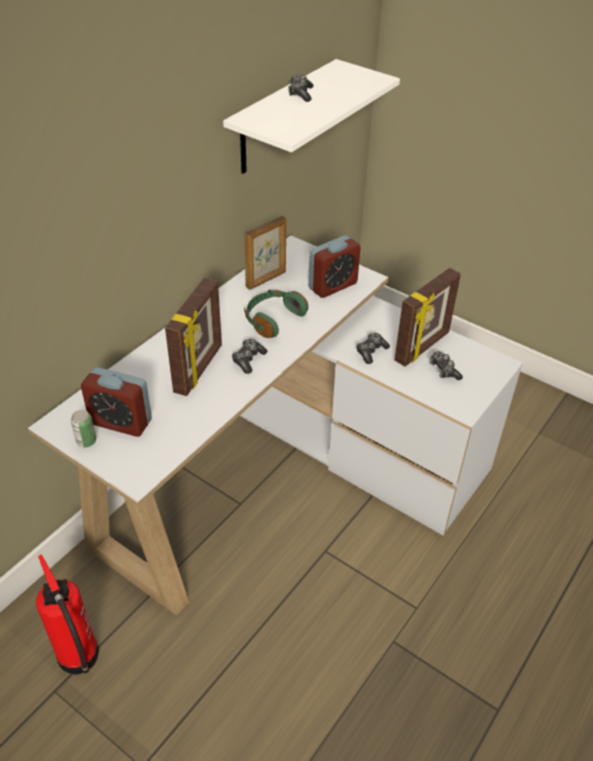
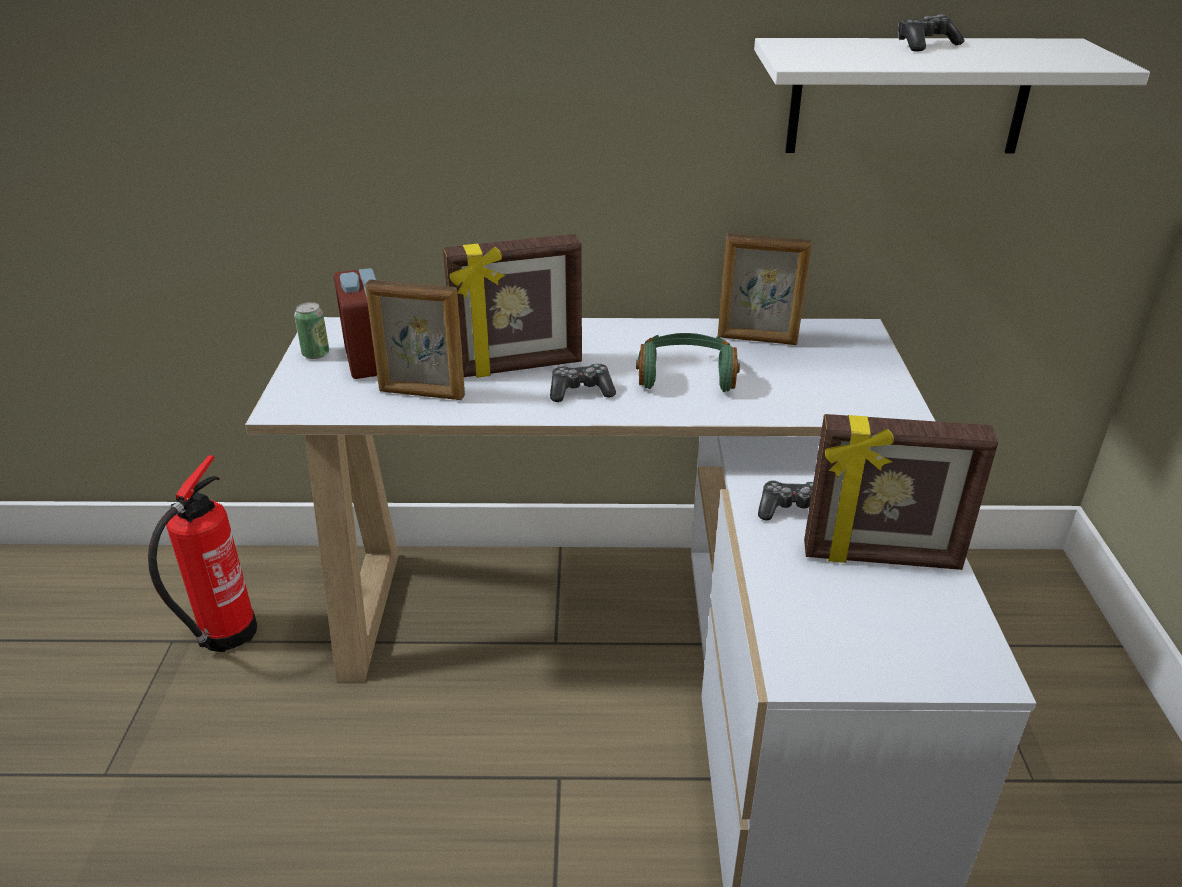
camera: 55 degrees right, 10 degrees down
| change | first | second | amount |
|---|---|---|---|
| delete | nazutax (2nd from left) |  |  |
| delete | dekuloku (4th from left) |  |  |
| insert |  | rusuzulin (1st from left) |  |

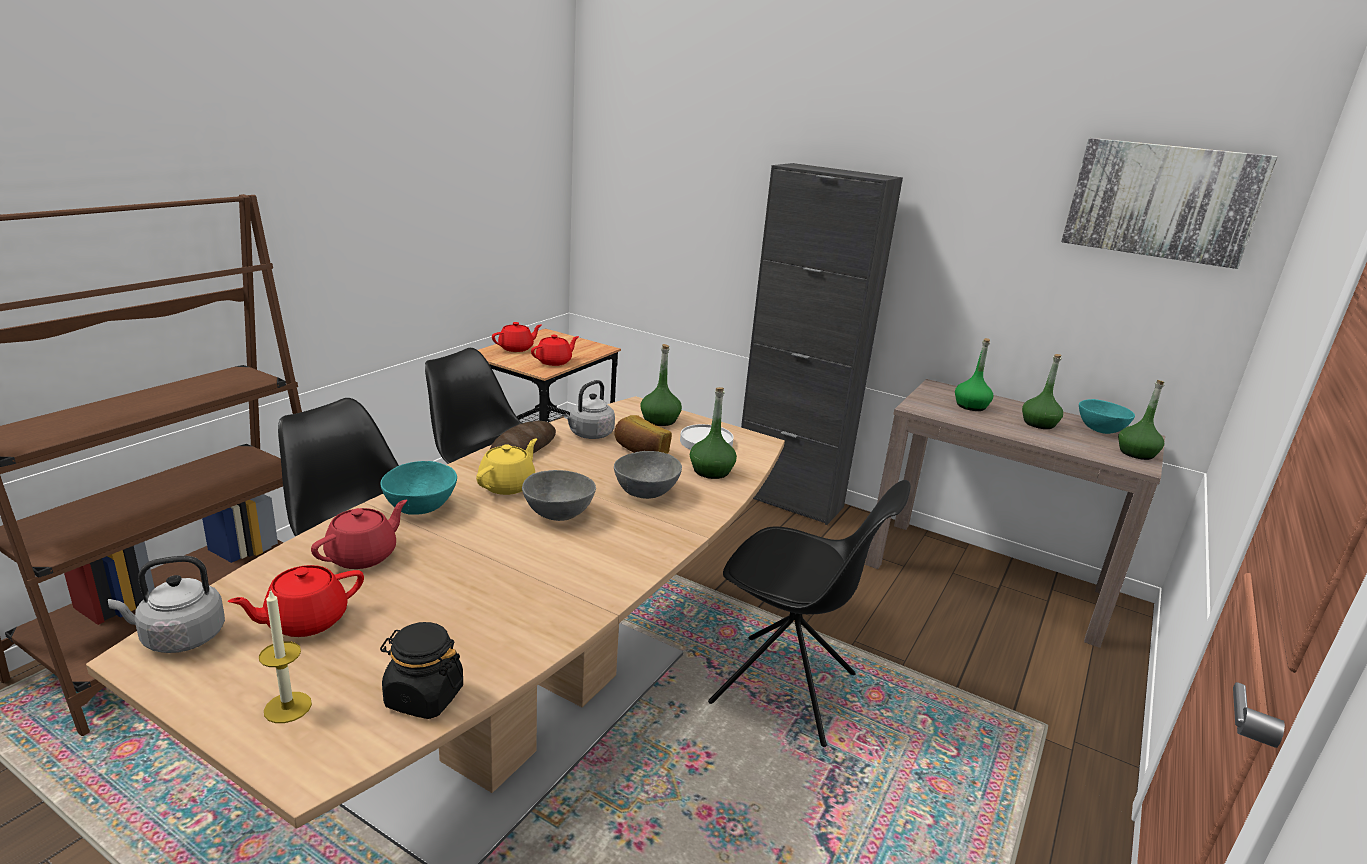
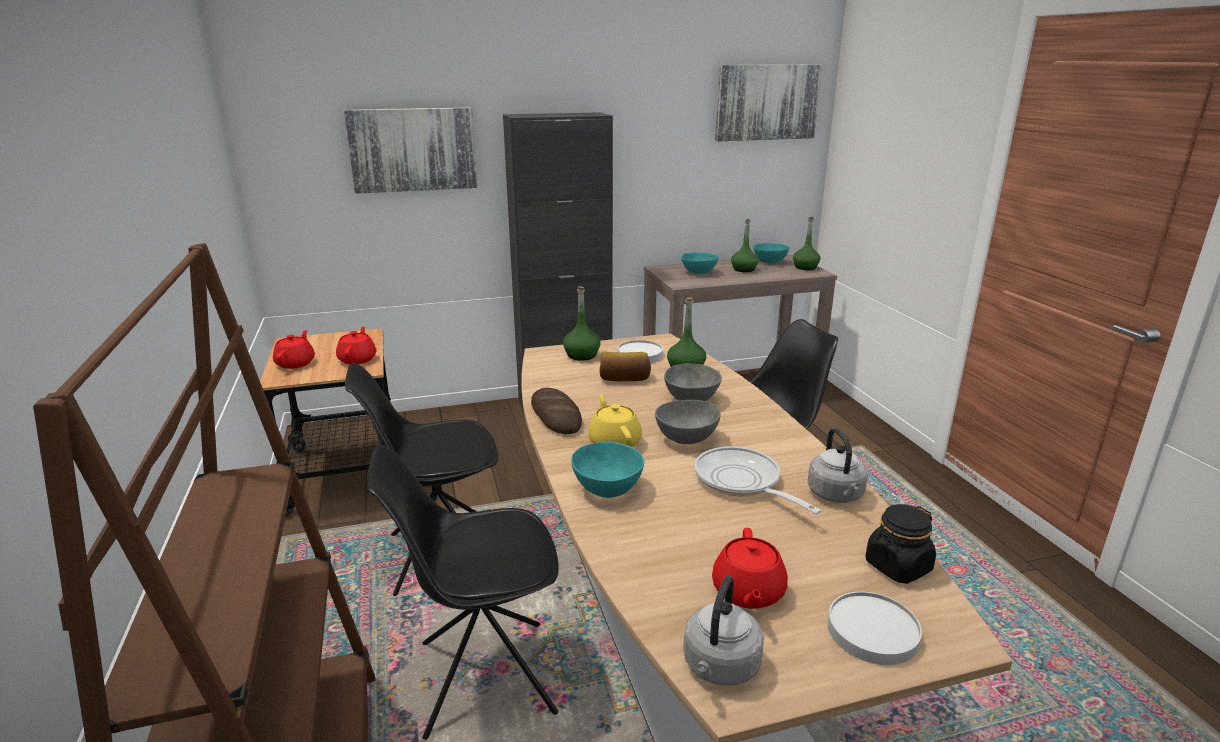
camera: 45 degrees left, 0 degrees up
| change | first | second | amount |
|---|---|---|---|
| replace | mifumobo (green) (3rd from left) | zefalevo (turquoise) (2nd from left) |  |
| move | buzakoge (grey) (2nd from left) |  |  |
| delete | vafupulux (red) (2nd from left) |  |  |
| replace | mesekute | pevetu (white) (2nd from left) |  |
| insert |  | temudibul (1st from left) |  |
| insert |  | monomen |  |

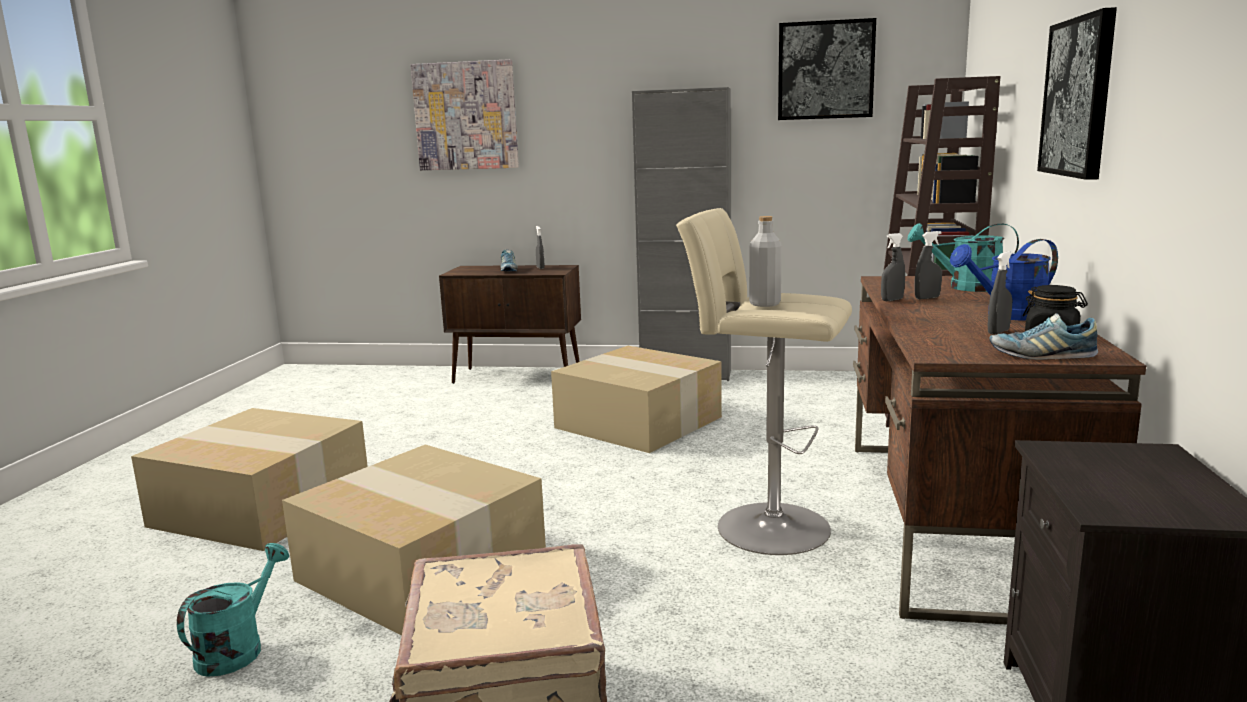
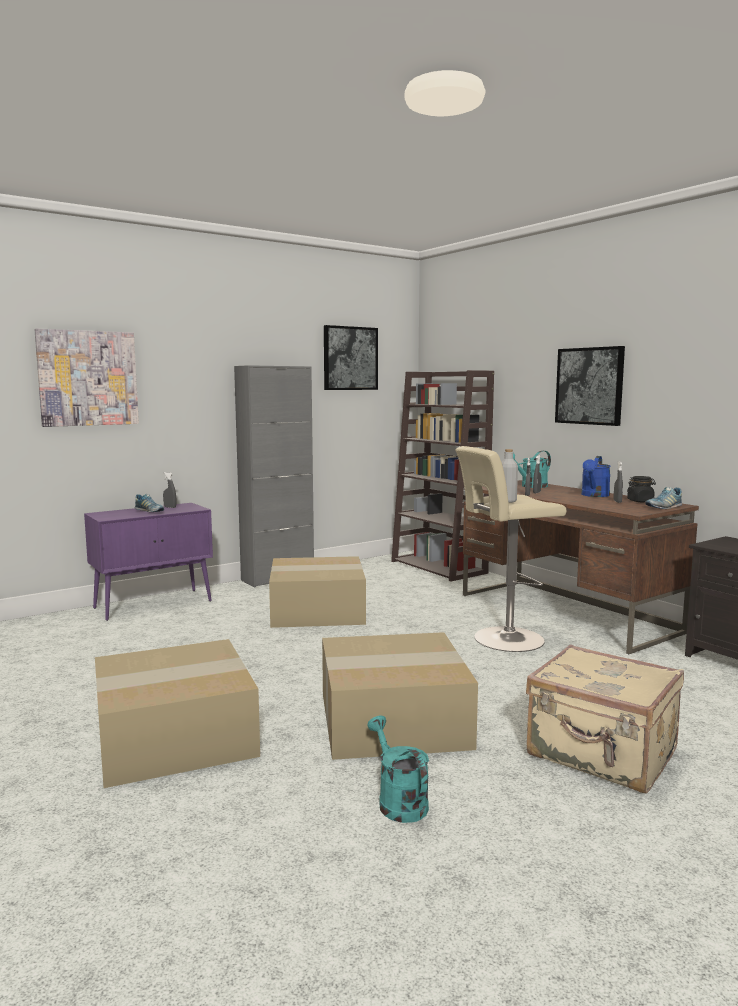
camera: 45 degrees left, 5 degrees down
| change | first | second | amount |
|---|---|---|---|
| recolor | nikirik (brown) | nikirik (purple) |  |

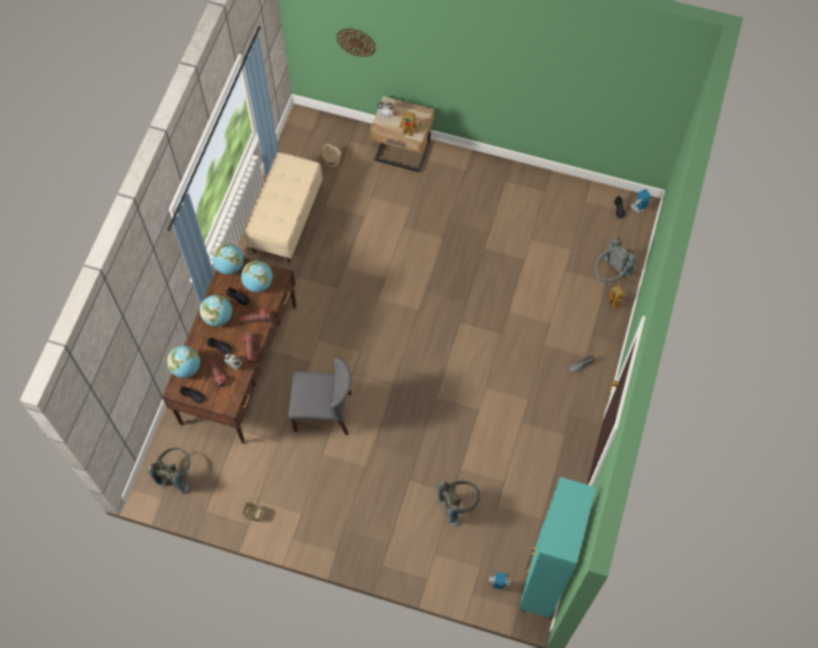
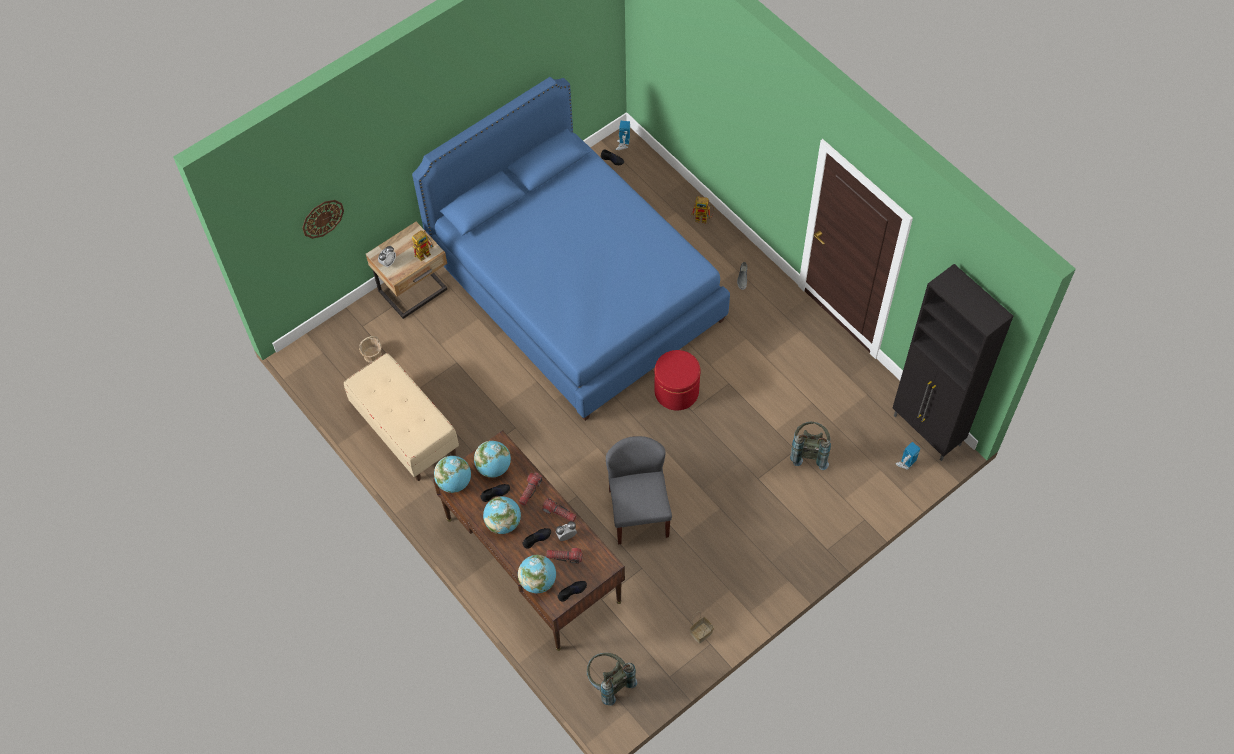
camera: 55 degrees left, 5 degrees down
| change | first | second | amount |
|---|---|---|---|
| delete | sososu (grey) (3rd from left) |  |  |
| rotate | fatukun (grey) |  | 45 degrees counterclockwise |
| recolor | nikirik (turquoise) | nikirik (black) |  |
| insert |  | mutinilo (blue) |  |
| insert |  | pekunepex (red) |  |

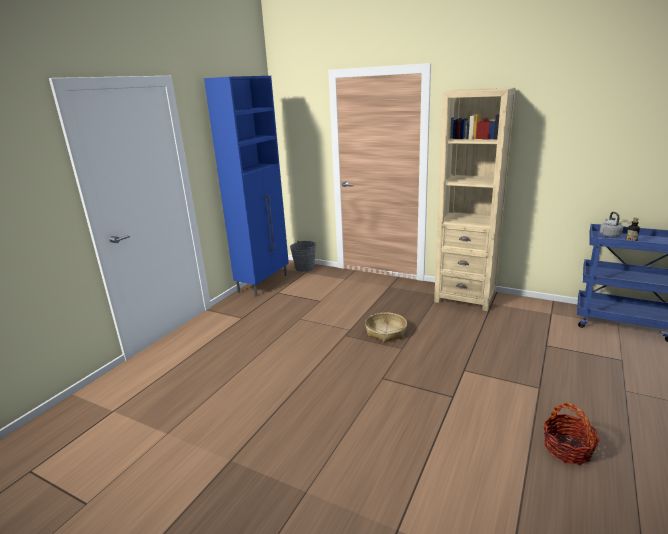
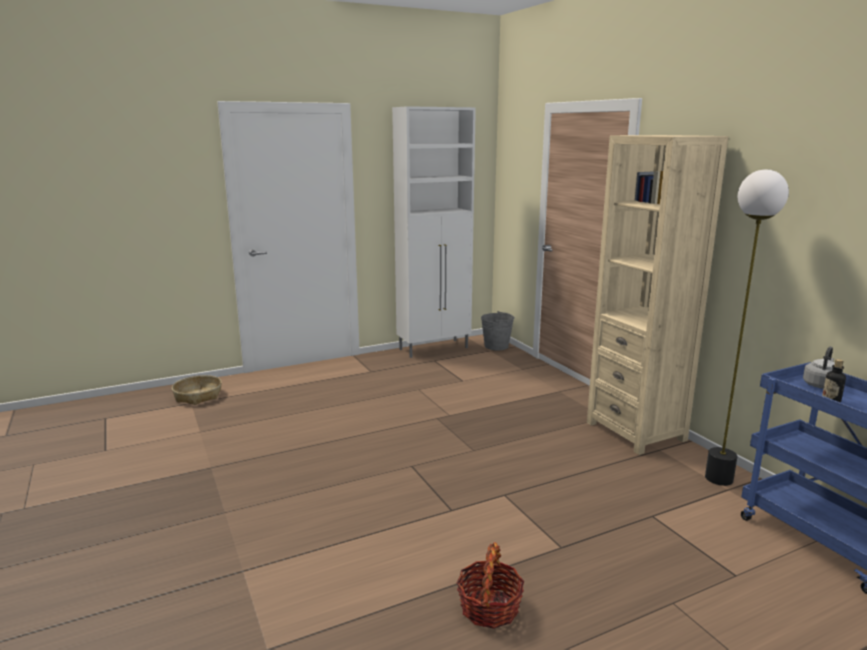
camera: 35 degrees right, 5 degrees down
| change | first | second | amount |
|---|---|---|---|
| recolor | nikirik (blue) | nikirik (white) |  |
| move | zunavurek (1st from left) |  |  |
| insert |  | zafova |  |

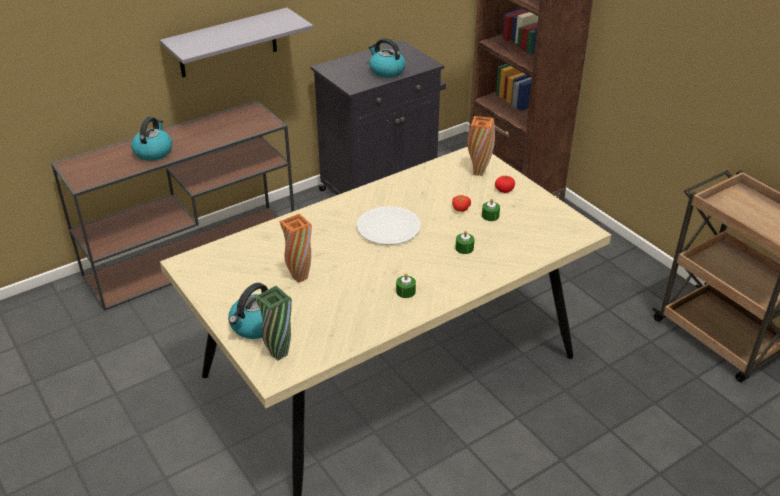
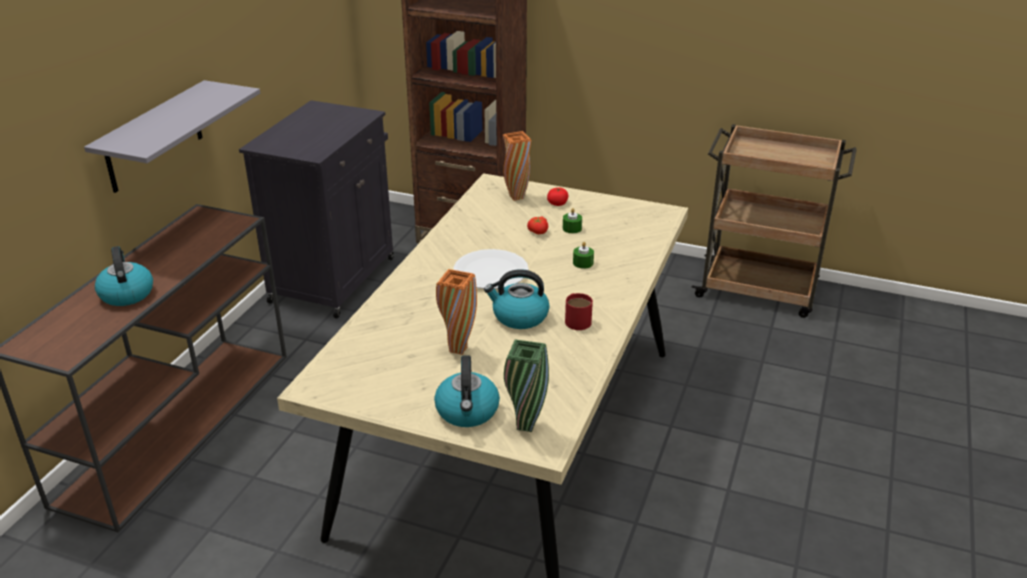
camera: 35 degrees left, 5 degrees down
| change | first | second | amount |
|---|---|---|---|
| move | buzakoge (3rd from left) |  |  |
| replace | mesekute (green) (1st from left) | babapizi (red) |  |

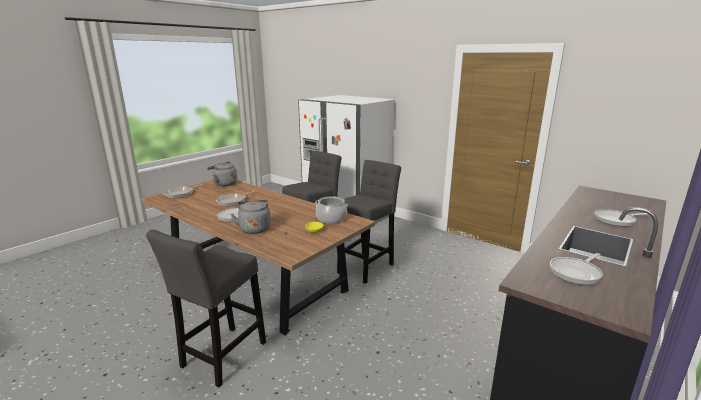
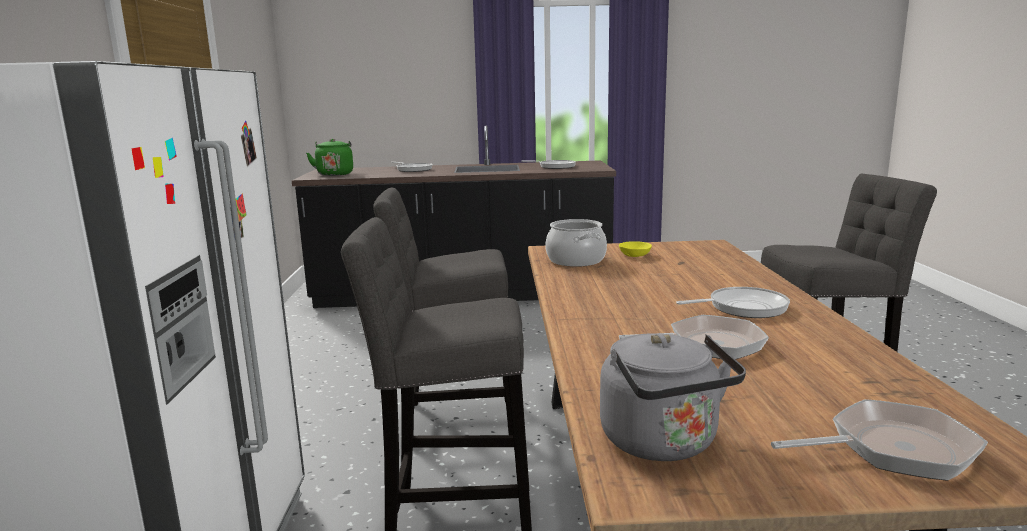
camera: 130 degrees left, 5 degrees down
| change | first | second | amount |
|---|---|---|---|
| delete | buzakoge (grey) (2nd from left) |  |  |
| insert |  | buzakoge (green) |  |

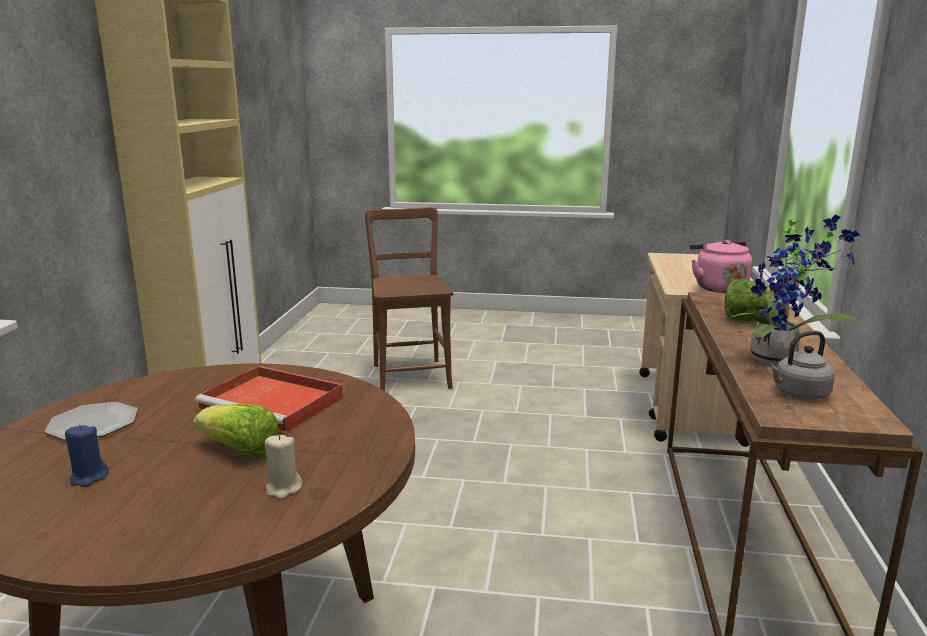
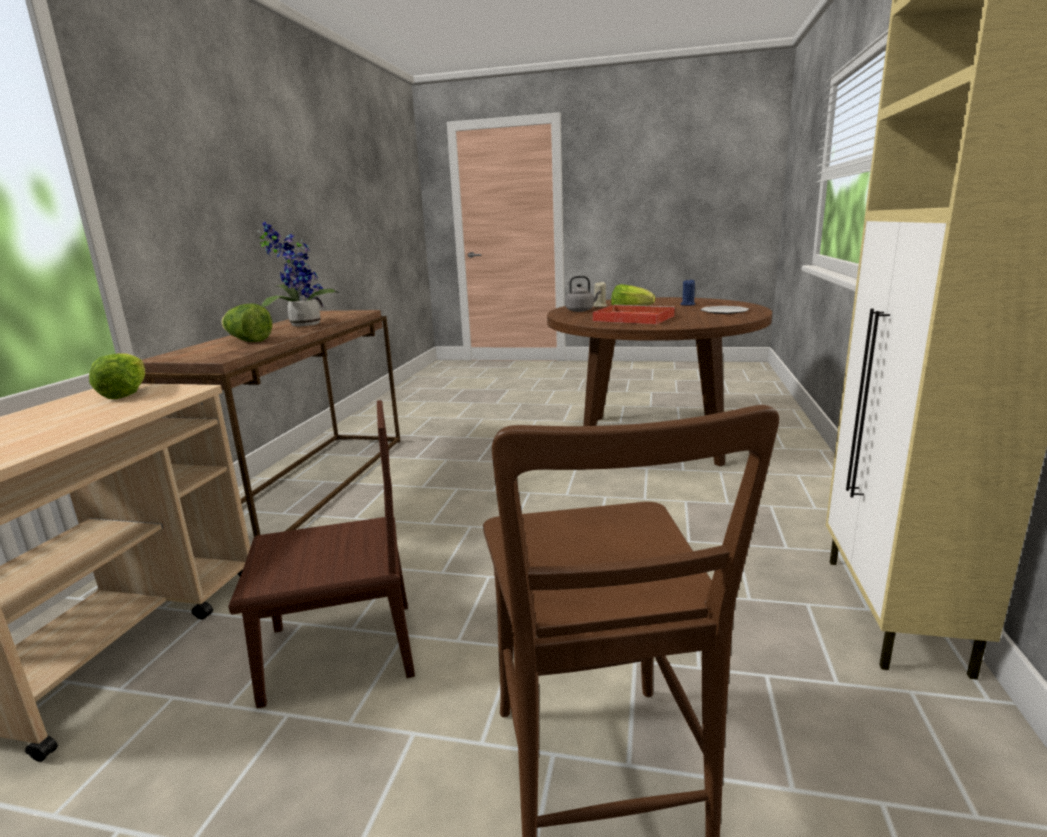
camera: 175 degrees left, 0 degrees up
| change | first | second | amount |
|---|---|---|---|
| replace | buzakoge (pink) | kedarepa (1st from left) |  |
| move | buzakoge (grey) |  |  |
| insert |  | fatukun (brown) (1st from left) |  |

